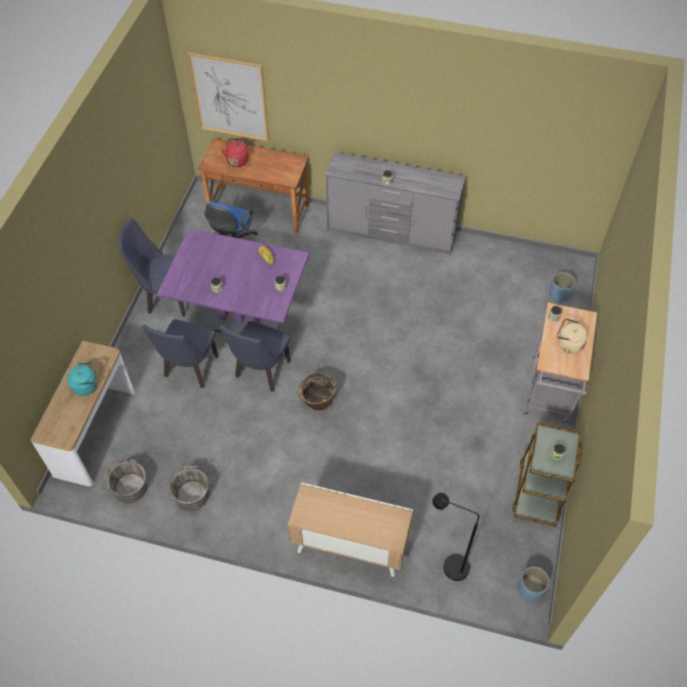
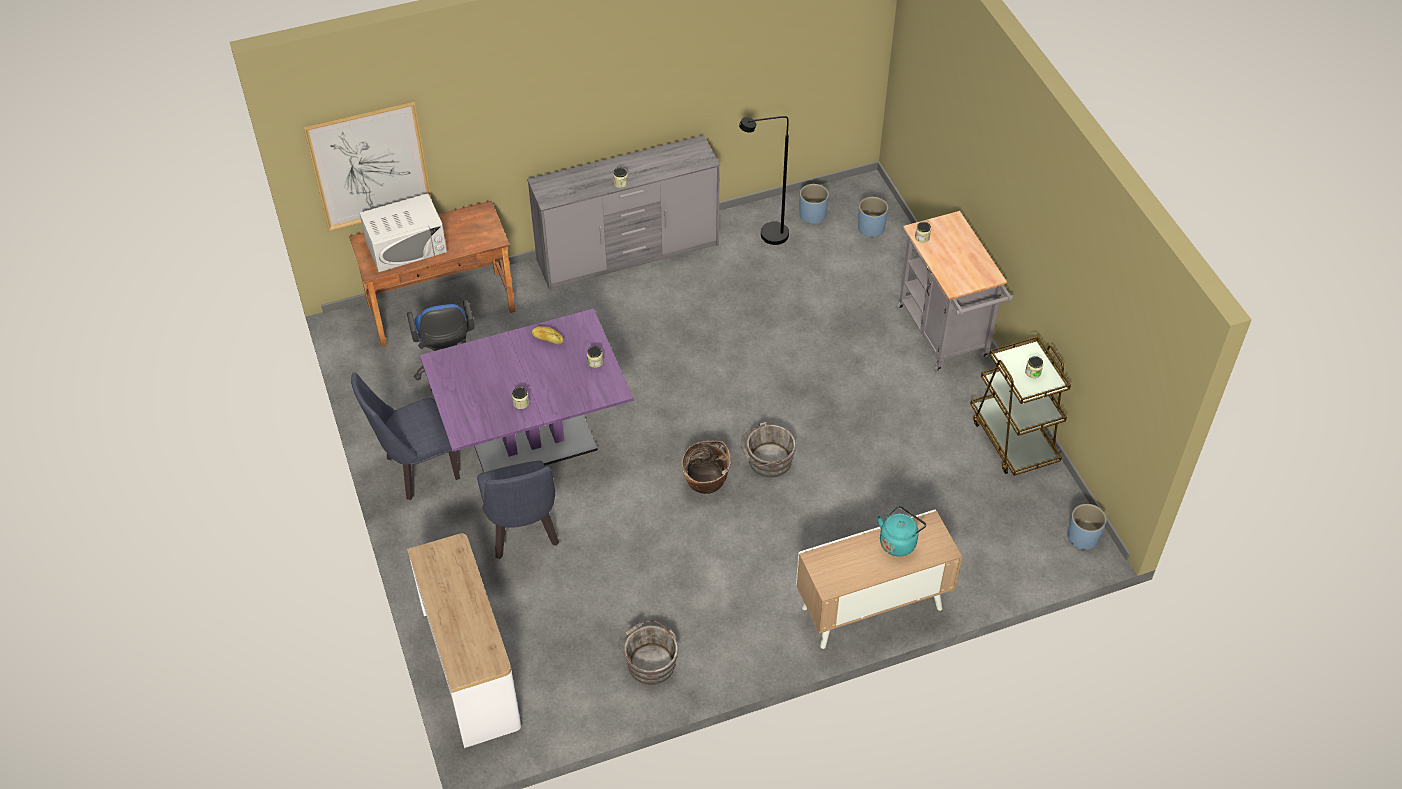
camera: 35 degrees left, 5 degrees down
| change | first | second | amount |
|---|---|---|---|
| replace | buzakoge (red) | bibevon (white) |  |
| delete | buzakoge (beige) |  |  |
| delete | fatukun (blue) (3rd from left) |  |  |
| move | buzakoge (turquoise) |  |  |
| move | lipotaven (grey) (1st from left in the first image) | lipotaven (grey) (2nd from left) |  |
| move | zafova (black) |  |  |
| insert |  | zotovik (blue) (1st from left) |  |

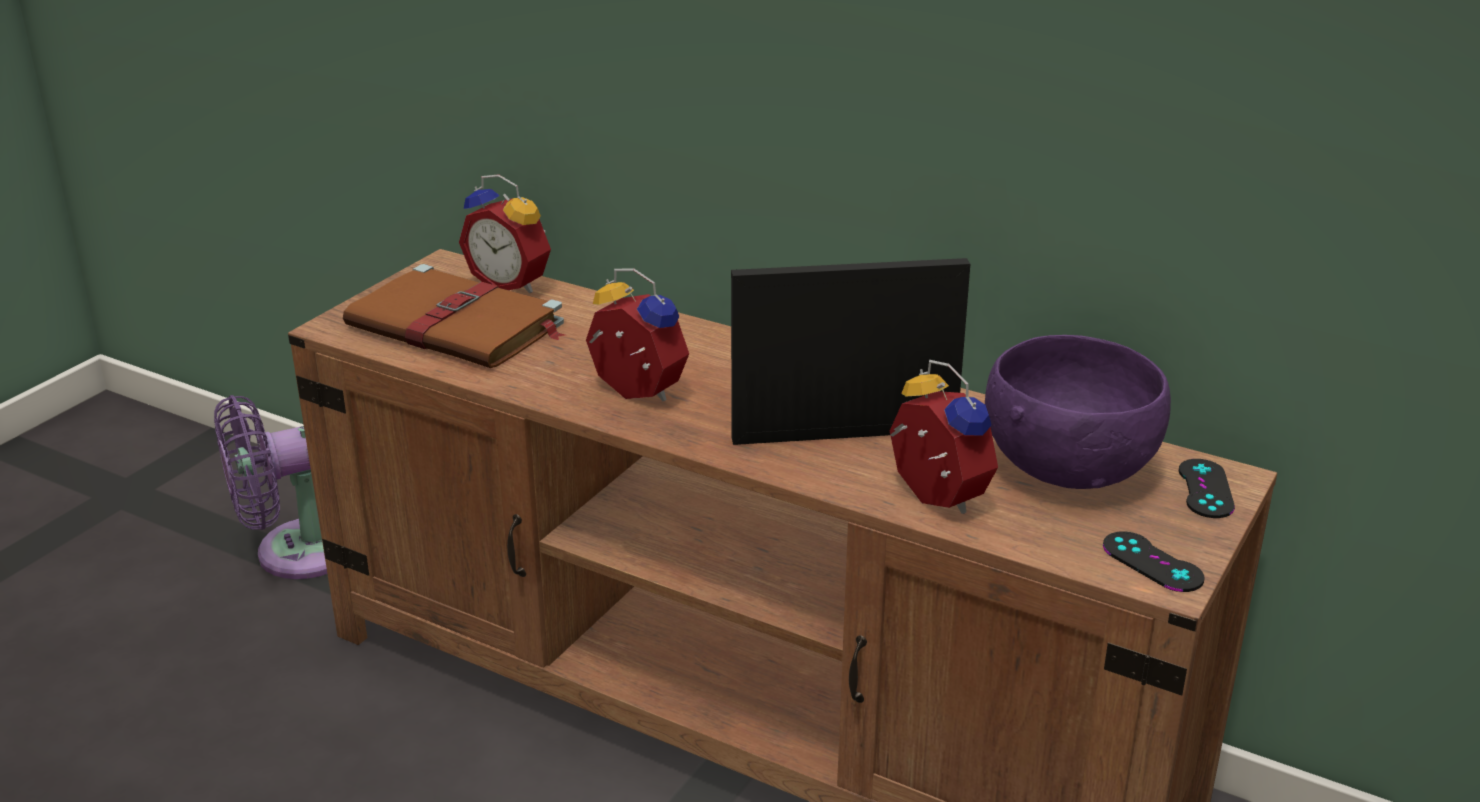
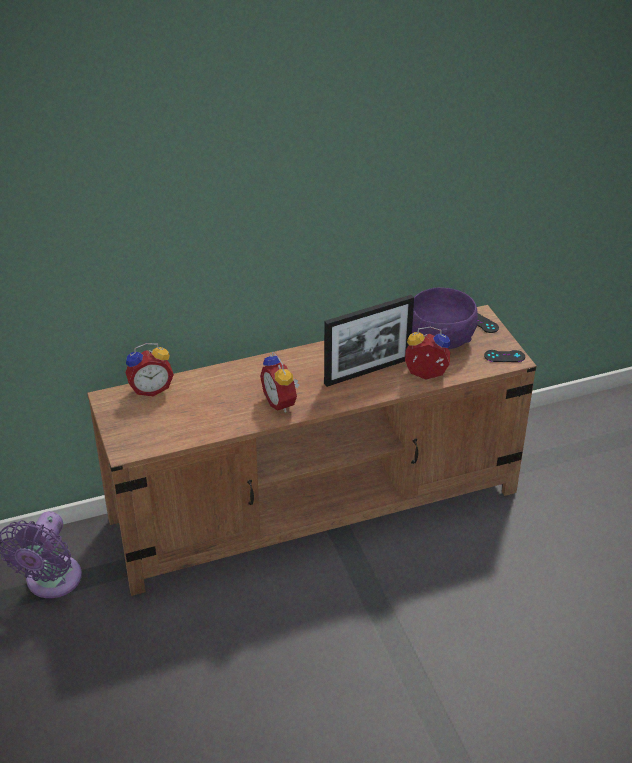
camera: 50 degrees left, 10 degrees up
| change | first | second | amount |
|---|---|---|---|
| rotate | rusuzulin |  | 150 degrees counterclockwise |
| delete | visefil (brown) |  |  |
| rotate | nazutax (2nd from left) |  | 105 degrees counterclockwise |

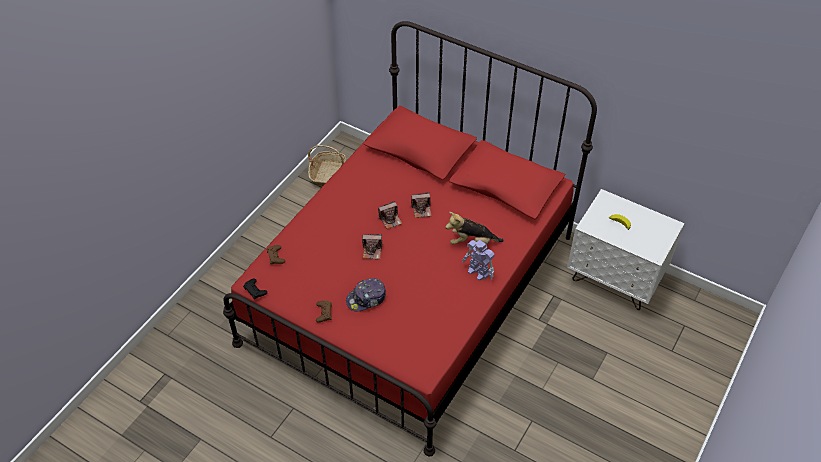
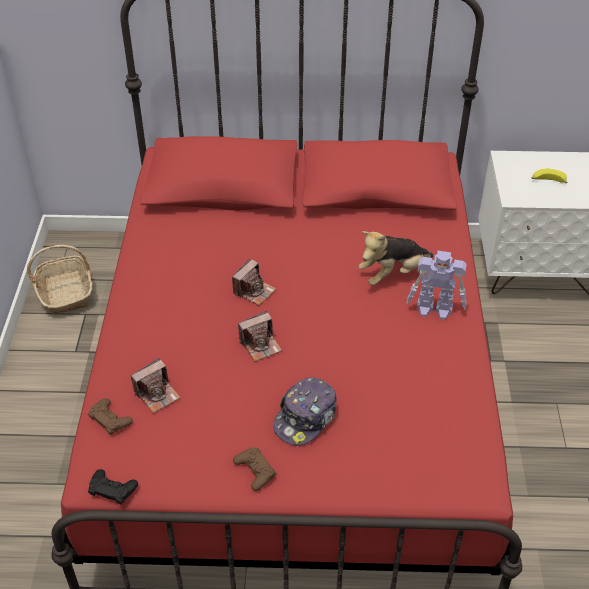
camera: 30 degrees left, 5 degrees down
| change | first | second | amount |
|---|---|---|---|
| move | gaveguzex (3rd from left in the first image) | gaveguzex (1st from left) |  |

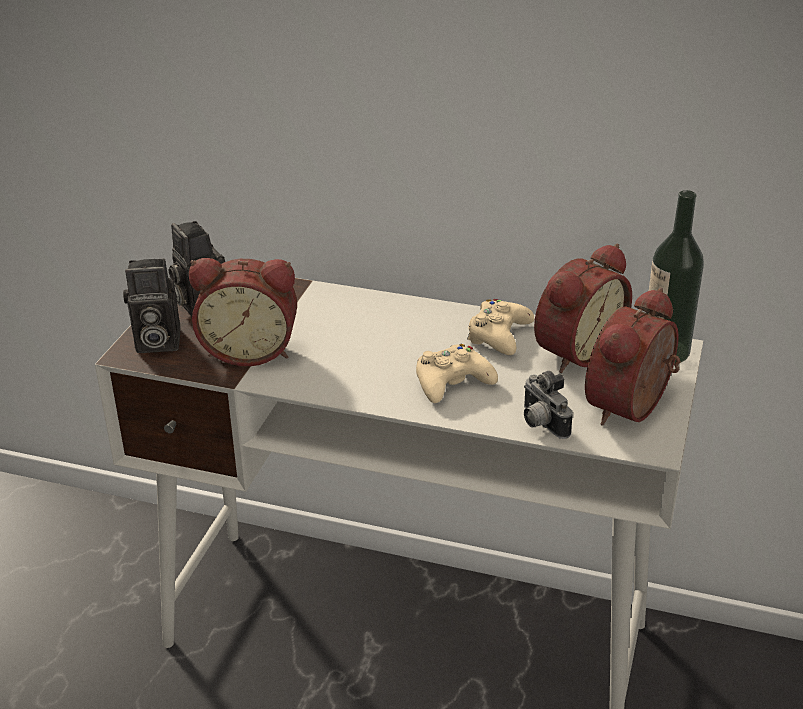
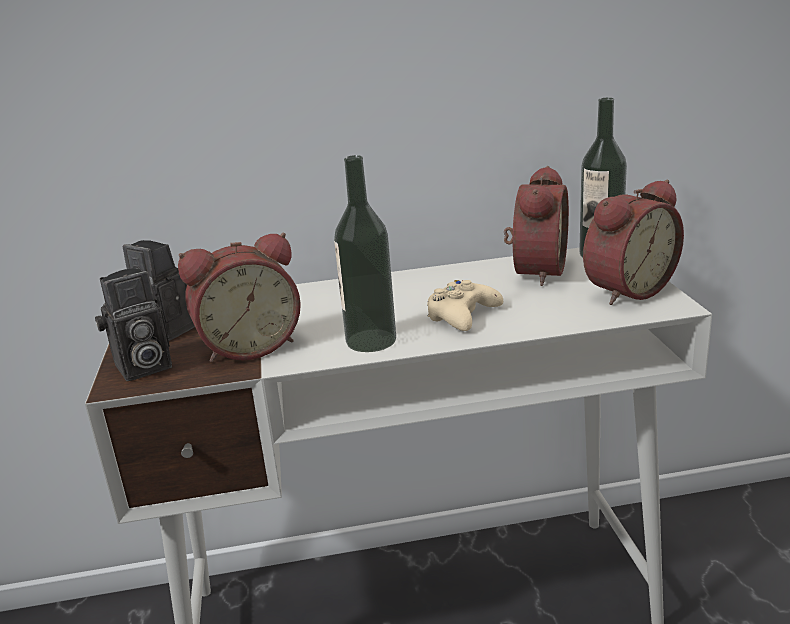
camera: 25 degrees left, 10 degrees down
| change | first | second | amount |
|---|---|---|---|
| rotate | nazutax (3rd from left) |  | 135 degrees counterclockwise |
| delete | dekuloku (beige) (2nd from left) |  |  |
| delete | gaveguzex (3rd from left) |  |  |
| insert |  | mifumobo (1st from left) |  |

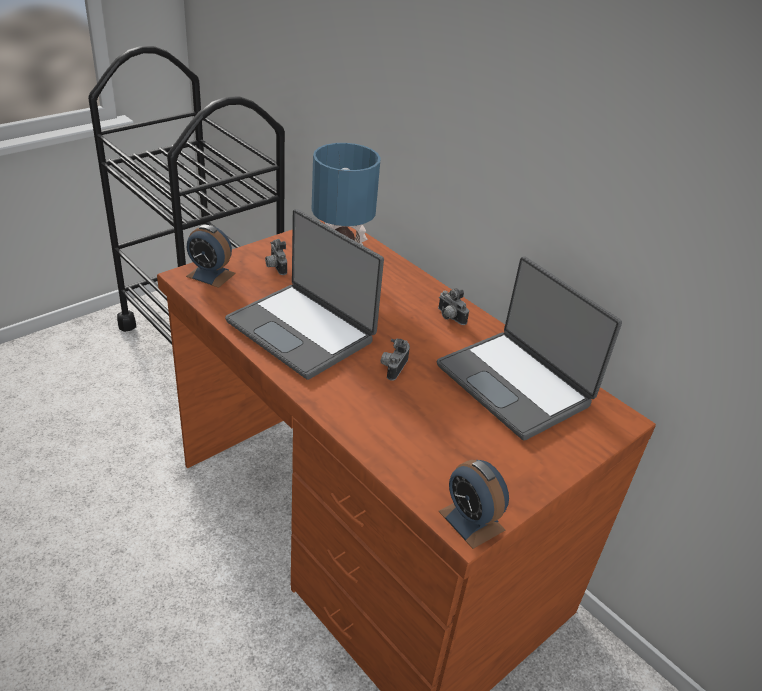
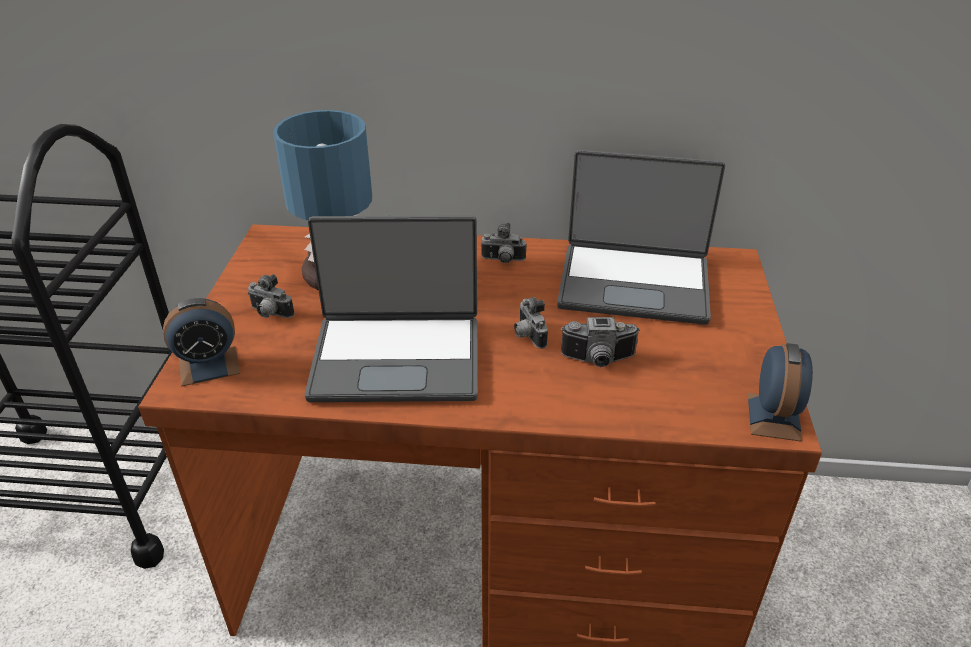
camera: 40 degrees left, 0 degrees up
| change | first | second | amount |
|---|---|---|---|
| rotate | nazutax (2nd from left) |  | 90 degrees counterclockwise |
| insert |  | gaveguzex (4th from left) |  |

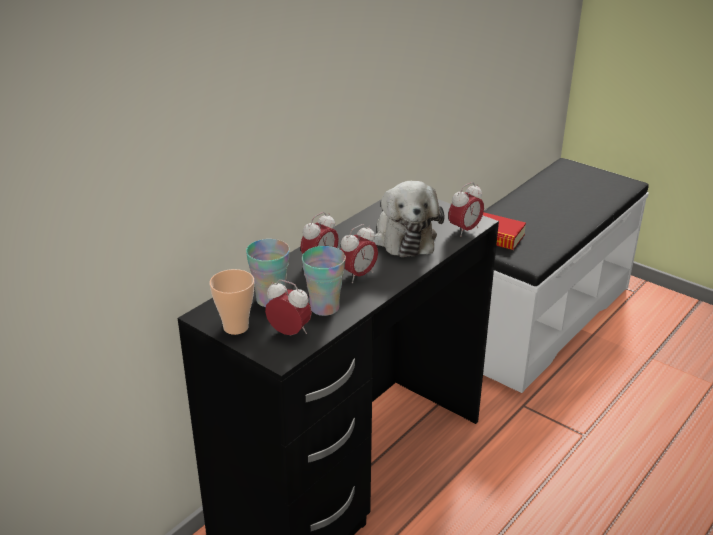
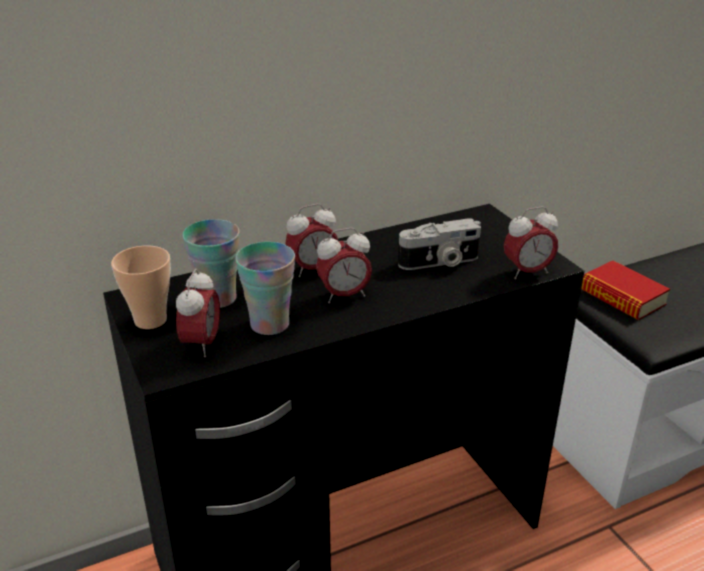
camera: 25 degrees right, 0 degrees up
| change | first | second | amount |
|---|---|---|---|
| replace | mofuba | gaveguzex |  |
| rotate | nazutax (1st from left) |  | 45 degrees clockwise |

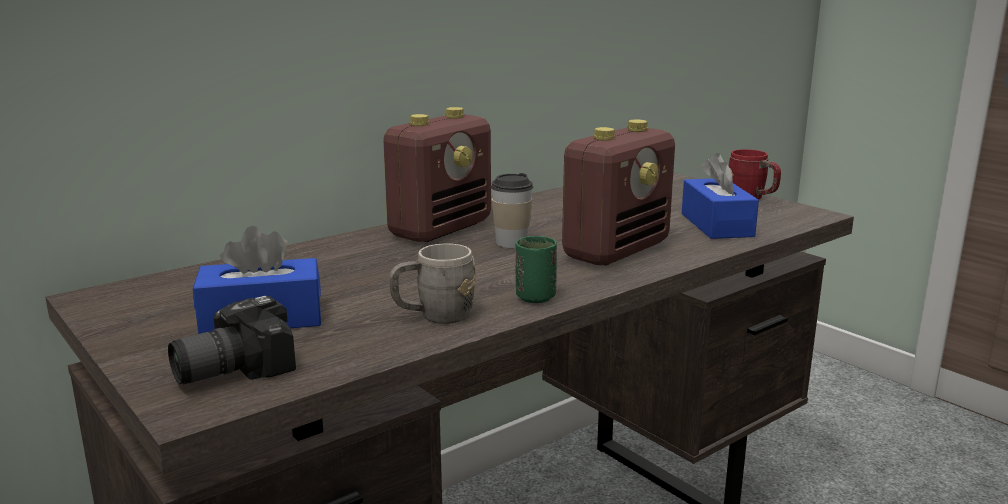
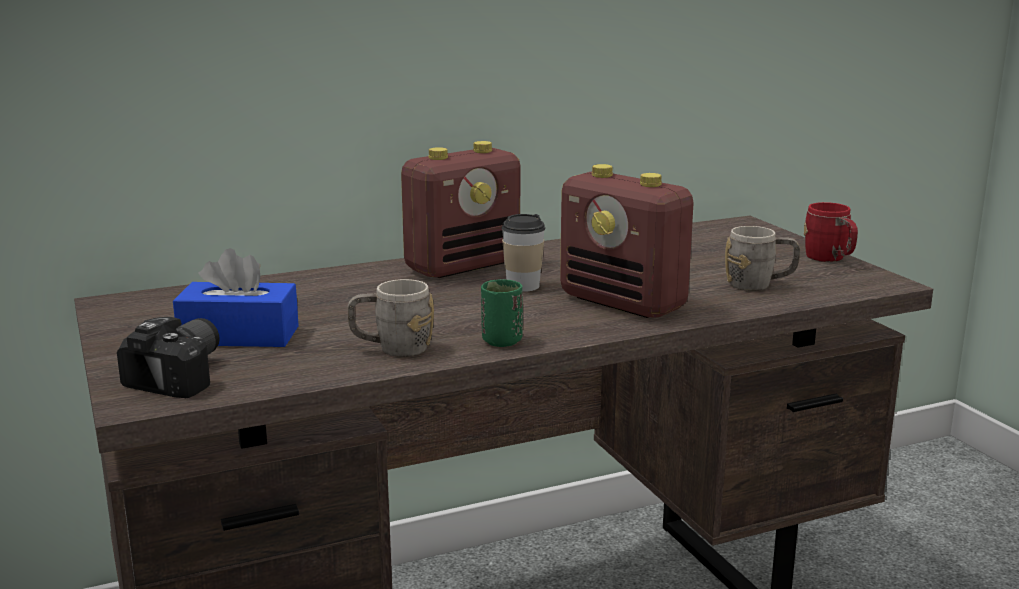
camera: 15 degrees right, 0 degrees up
| change | first | second | amount |
|---|---|---|---|
| rotate | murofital (2nd from left) |  | 75 degrees clockwise |
| replace | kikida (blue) (2nd from left) | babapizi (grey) (2nd from left) |  |
| rotate | gaveguzex |  | 135 degrees clockwise |

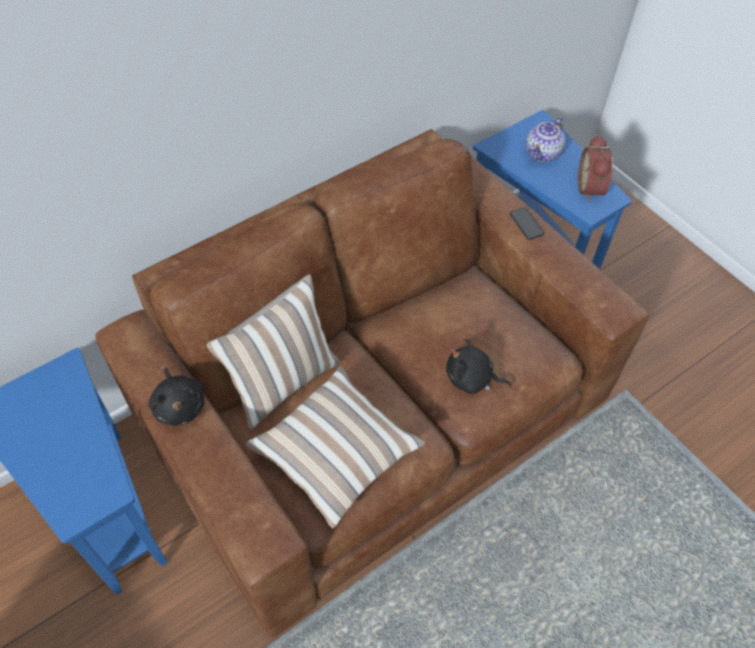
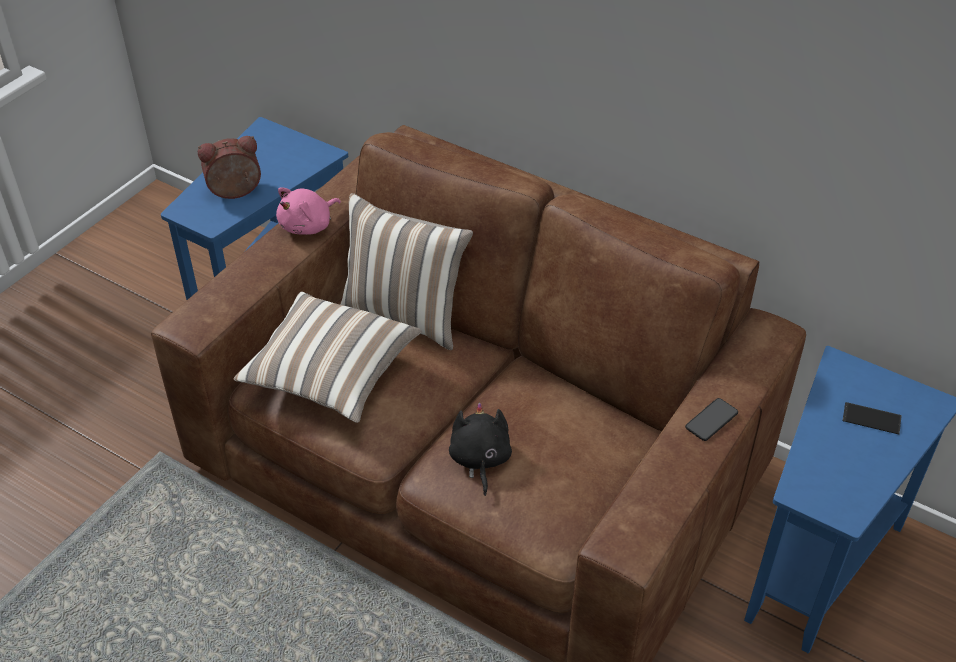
camera: 70 degrees right, 10 degrees down
| change | first | second | amount |
|---|---|---|---|
| replace | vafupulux | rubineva (2nd from left) |  |
| move | nazutax |  |  |
| recolor | mofuba (black) (1st from left) | mofuba (pink) |  |

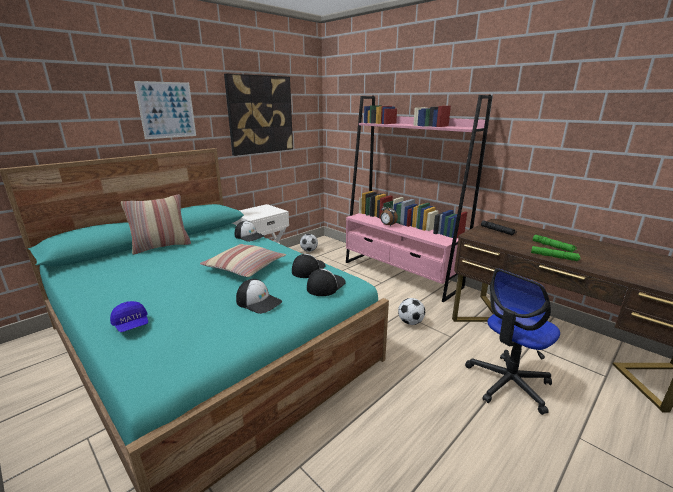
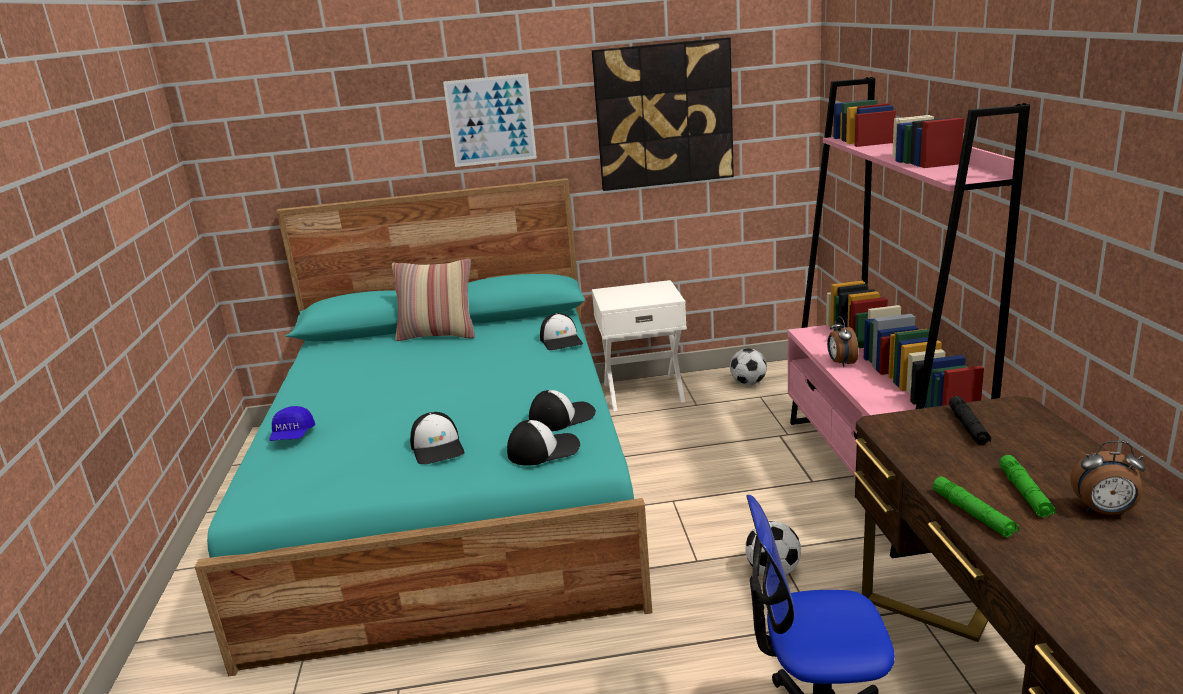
camera: 40 degrees right, 0 degrees up
| change | first | second | amount |
|---|---|---|---|
| delete | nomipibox (2nd from left) |  |  |
| insert |  | nazutax (2nd from left) |  |

